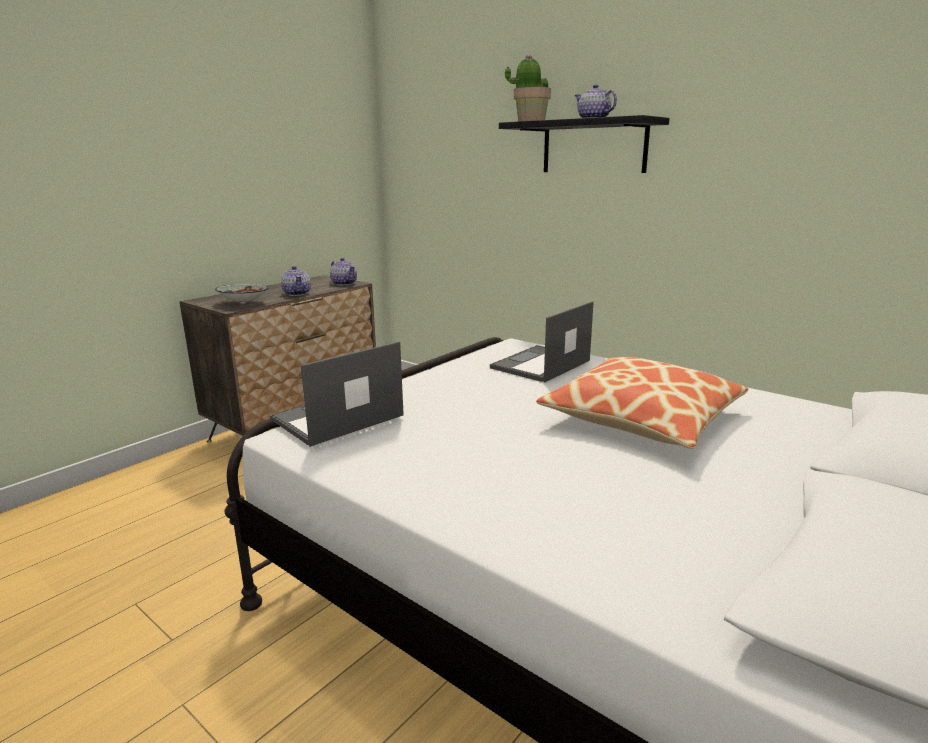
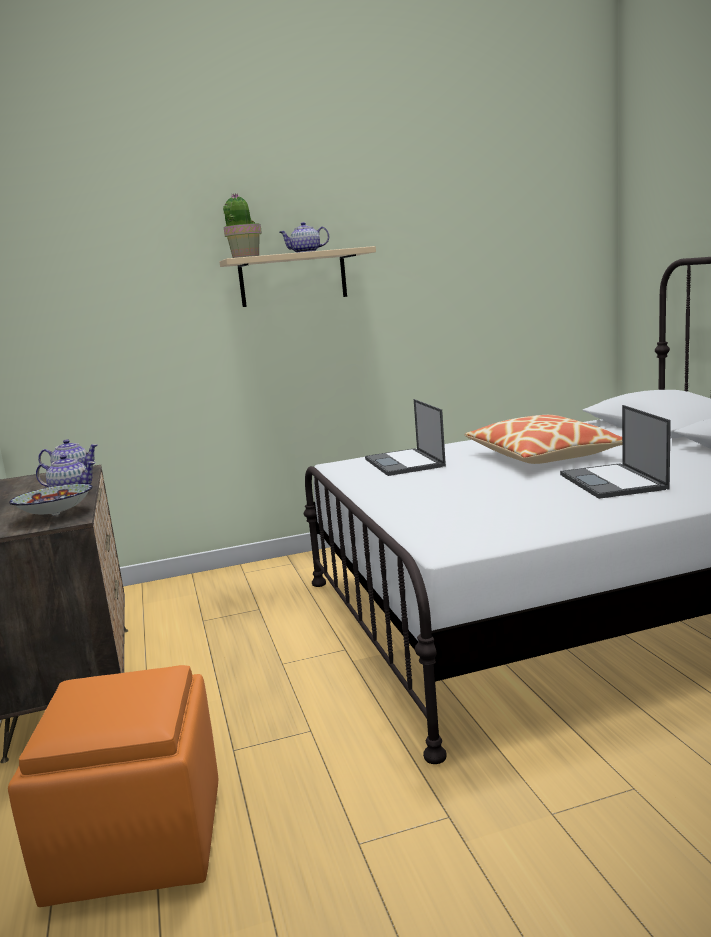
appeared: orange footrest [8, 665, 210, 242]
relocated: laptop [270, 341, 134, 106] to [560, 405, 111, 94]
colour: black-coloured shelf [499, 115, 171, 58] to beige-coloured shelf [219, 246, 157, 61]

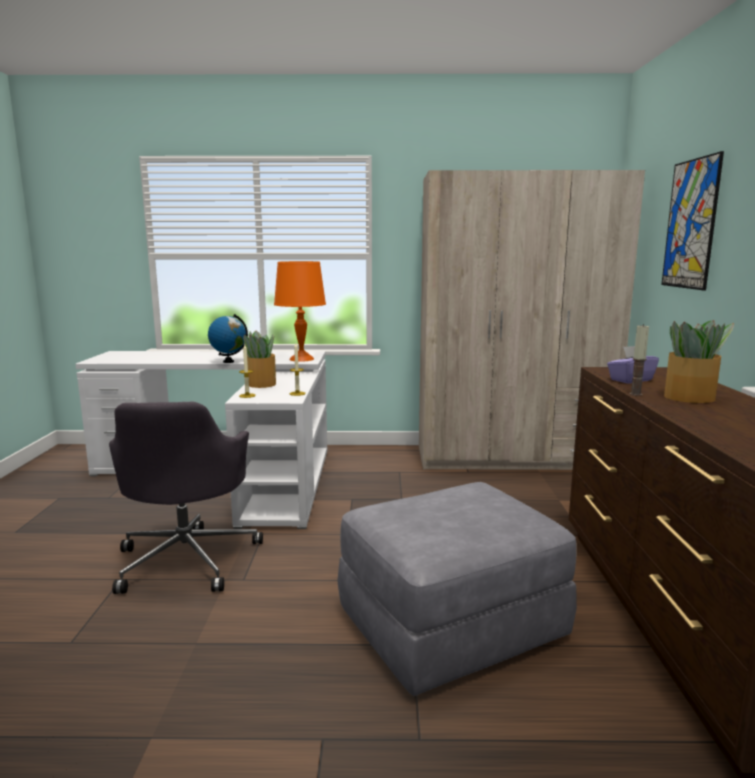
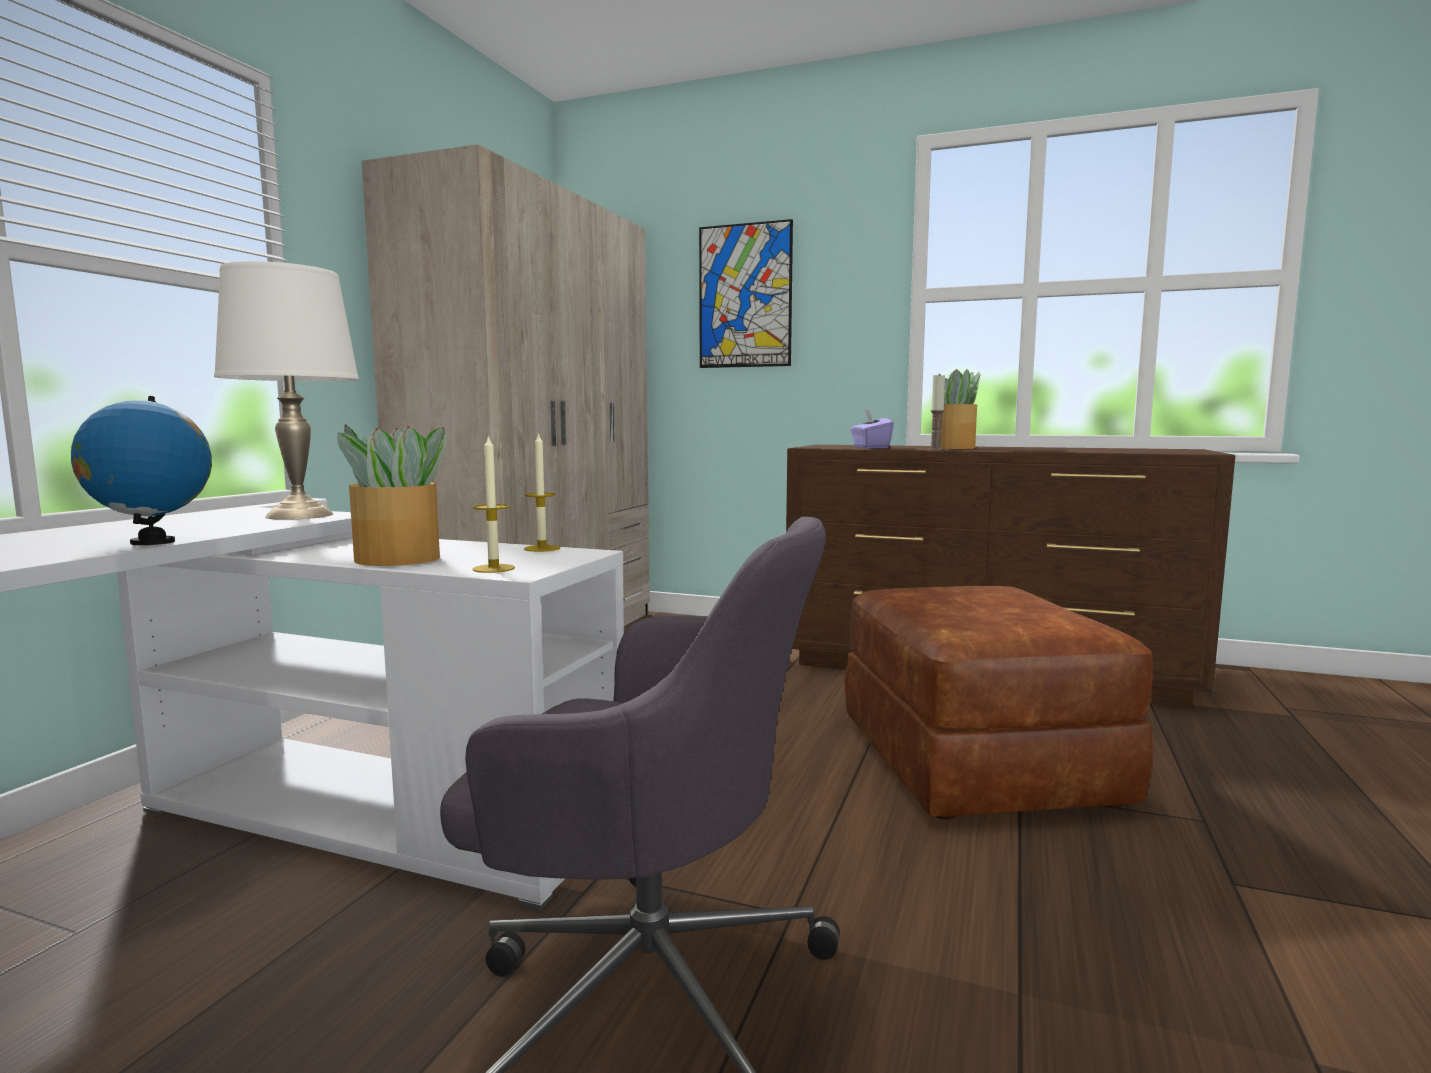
colour: orange tabletop lamp [274, 261, 52, 101] to whitish tabletop lamp [214, 261, 145, 259]; grey footrest [337, 482, 240, 214] to brown footrest [845, 586, 308, 234]

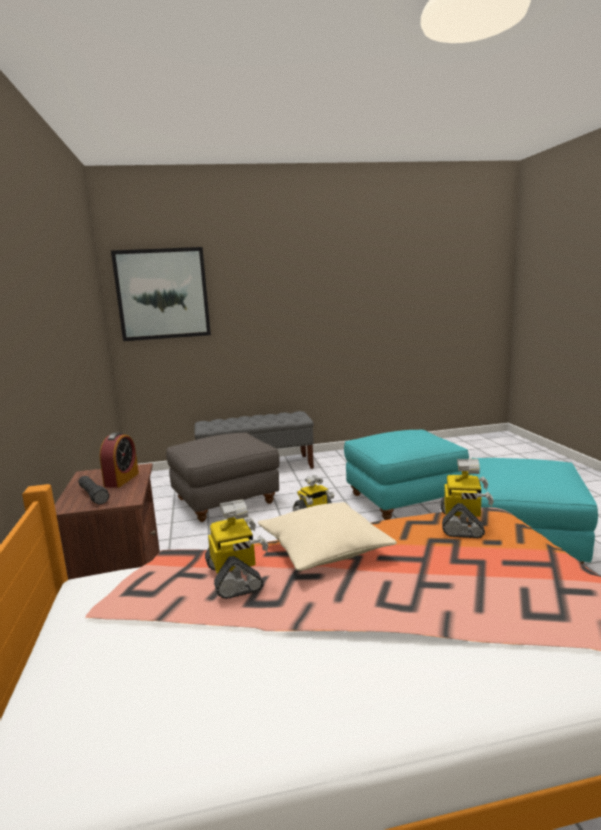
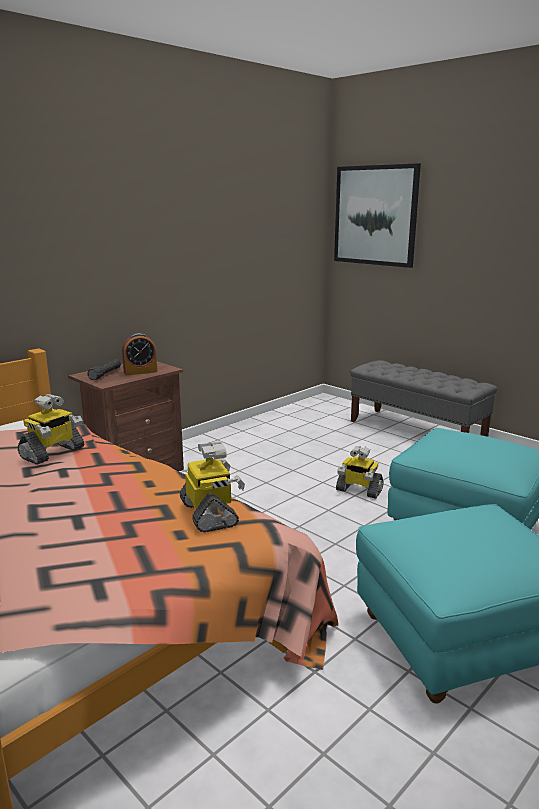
missing: grey footrest [166, 432, 113, 90]; beige-coloured pillow [258, 502, 139, 69]
spun: model robot [441, 459, 53, 79] = [180, 441, 65, 91] 90 degrees counterclockwise

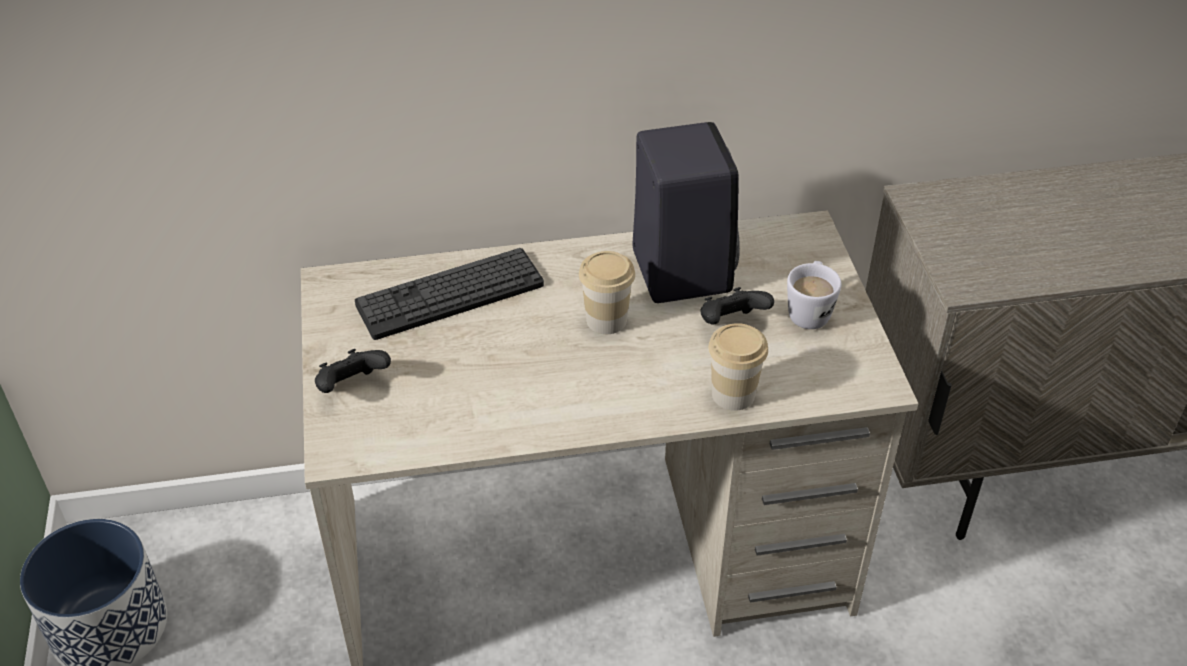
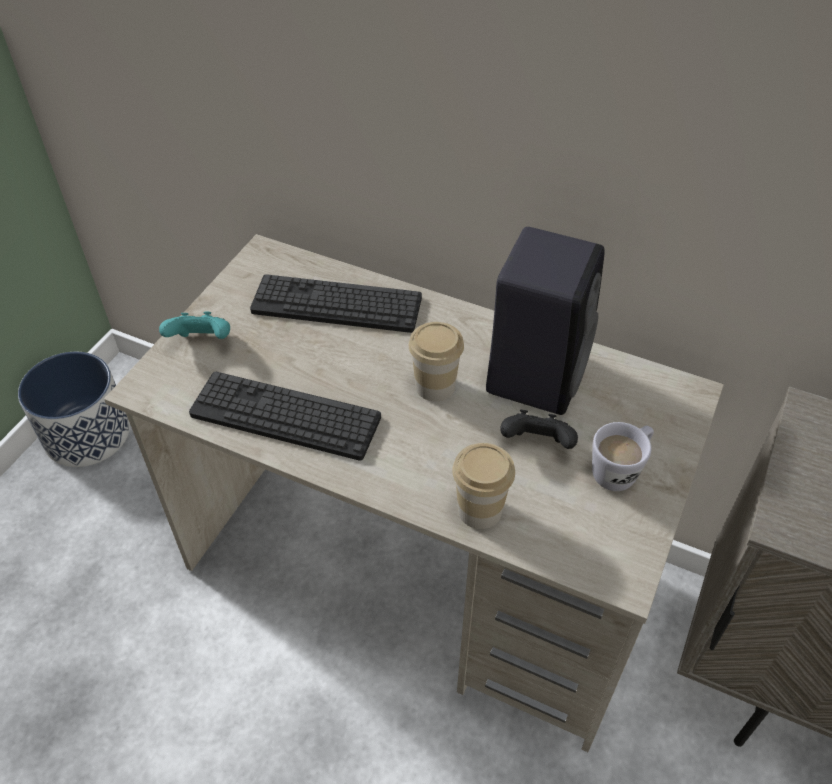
appeared: PC keyboard [189, 372, 192, 89]
colour: black-coloured joypad [315, 349, 76, 44] to turquoise-coloured joypad [159, 311, 71, 28]

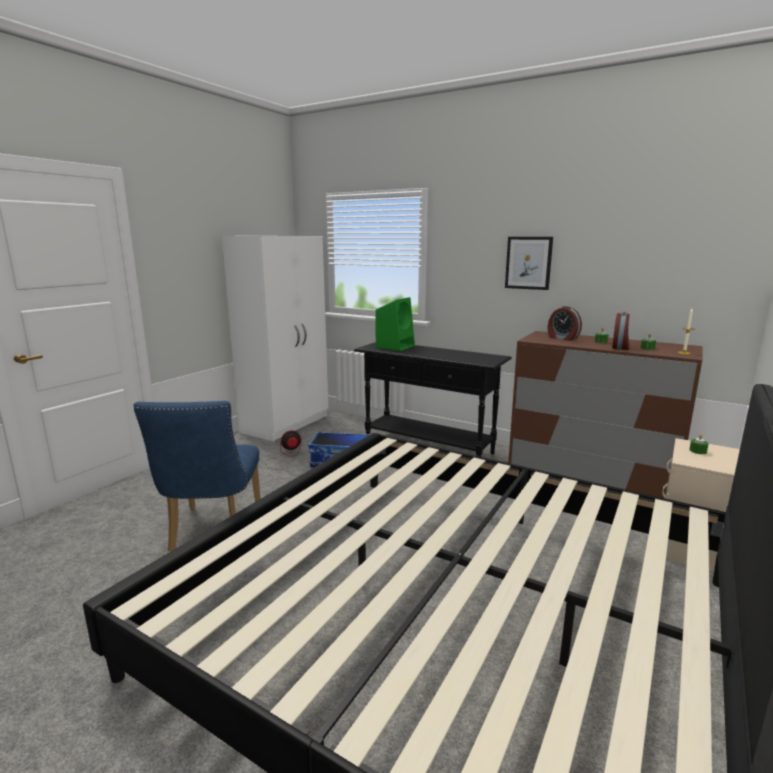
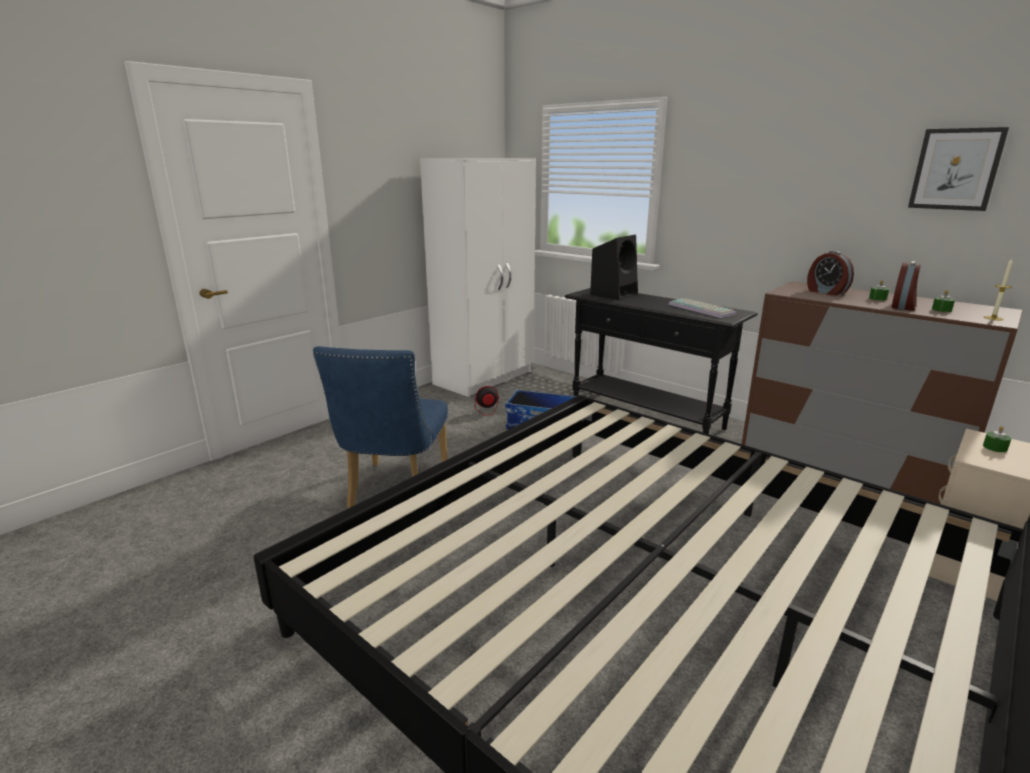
appeared: PC keyboard [668, 298, 69, 20]
relocated: wall picture [505, 237, 48, 53] to [908, 127, 101, 84]
colour: greenish loudspeaker [375, 297, 40, 54] to black-coloured loudspeaker [590, 235, 48, 65]

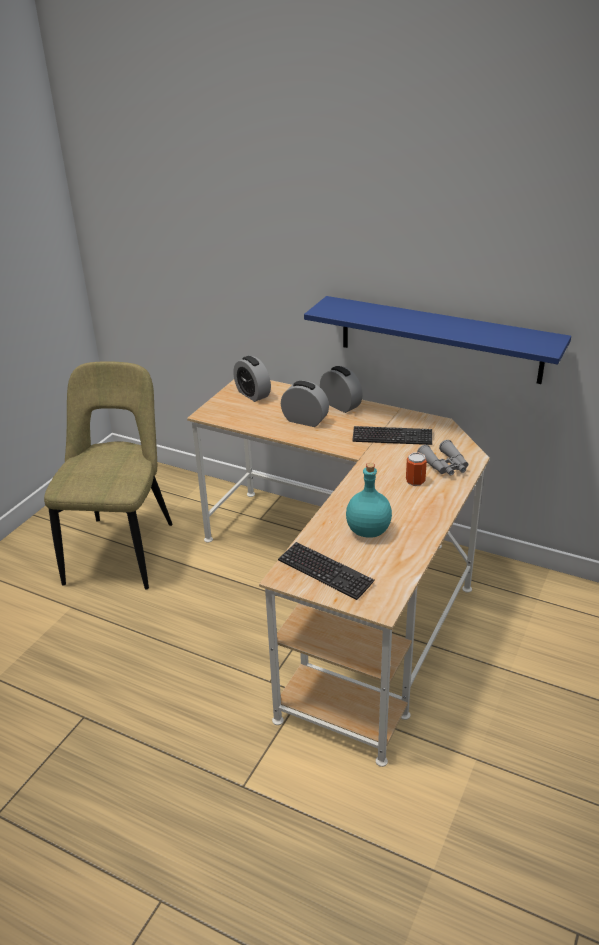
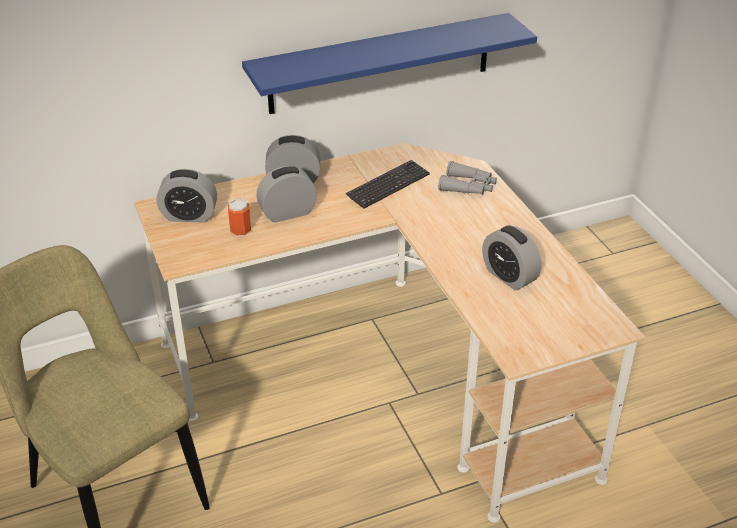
missing: PC keyboard [278, 542, 97, 58]
relocated: metal can [406, 452, 21, 34] to [228, 199, 23, 37]
exchanged: turquoise-coloured drink bottle [346, 463, 46, 75] to bedside clock [482, 225, 59, 65]

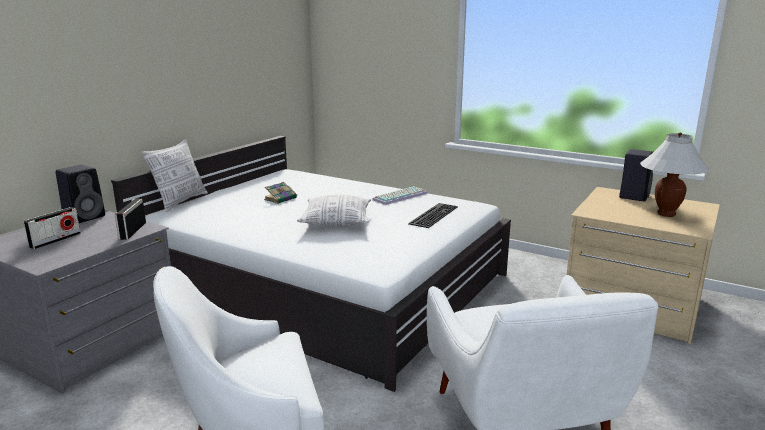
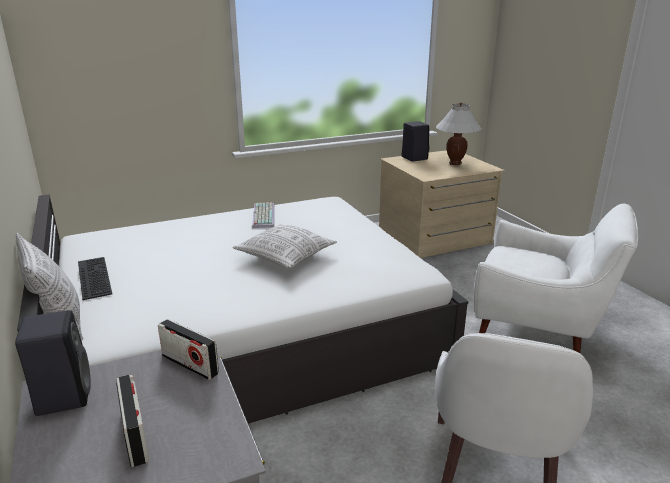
missing: book [264, 182, 33, 22]
relocated: PC keyboard [408, 203, 50, 25] to [78, 257, 34, 43]

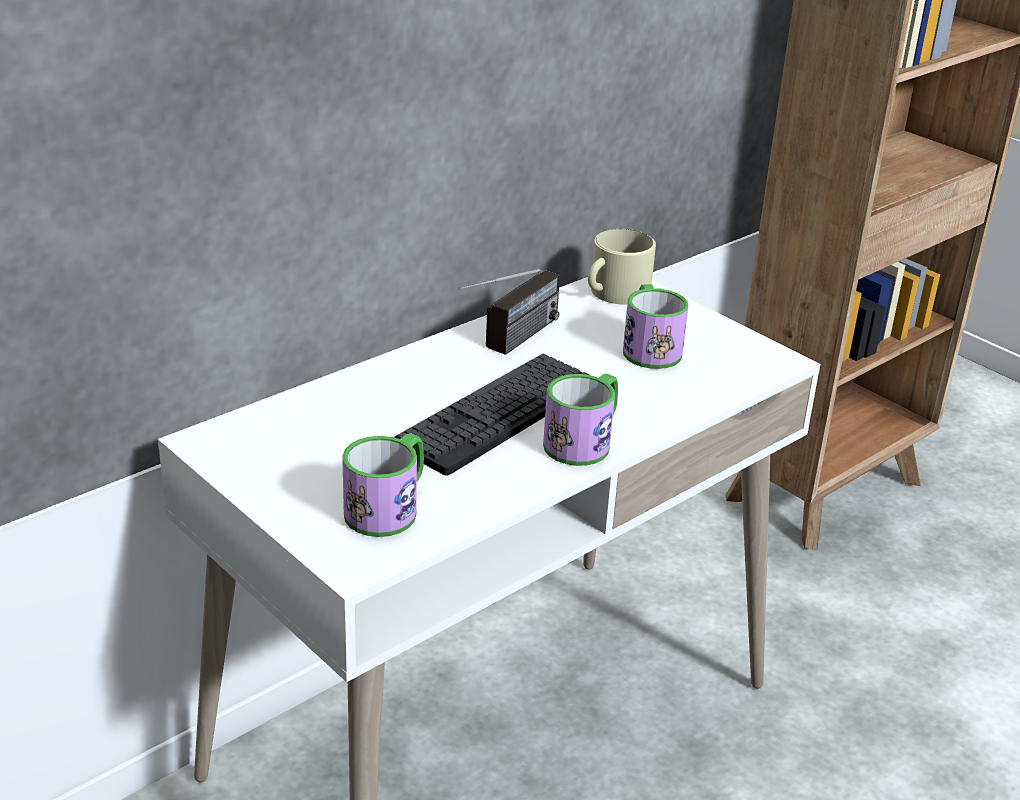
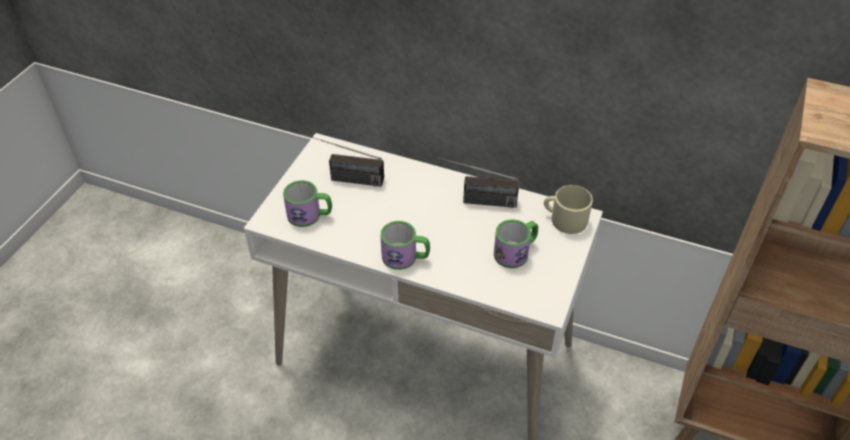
missing: PC keyboard [394, 354, 196, 122]
appeared: radio [302, 134, 82, 53]

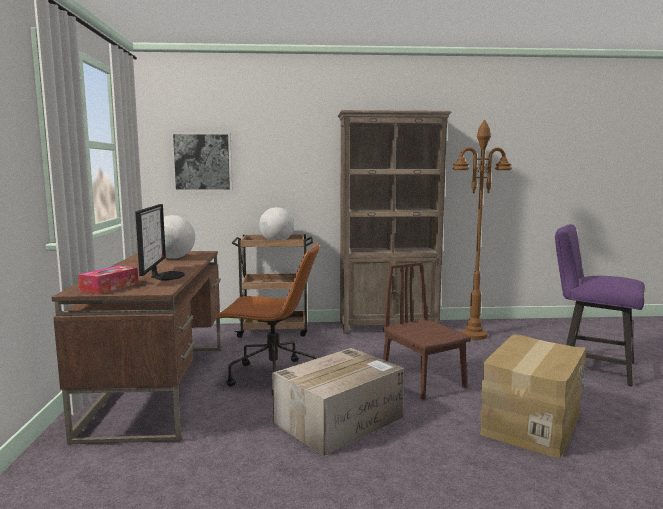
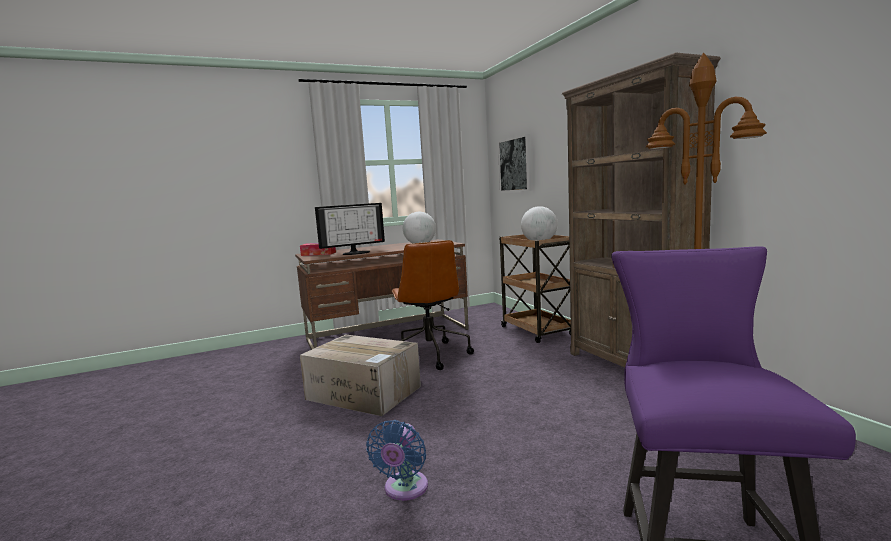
missing: brown upright chair [383, 262, 88, 138]
exchanged: packing box [480, 335, 106, 123] to bluish electric fan [366, 420, 62, 81]

